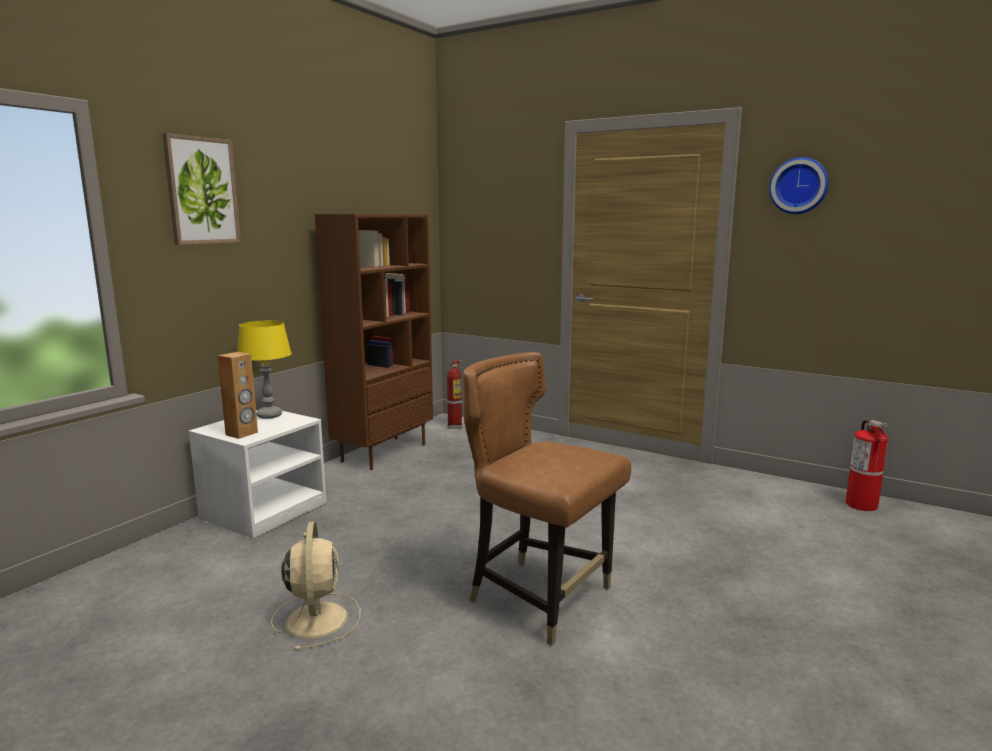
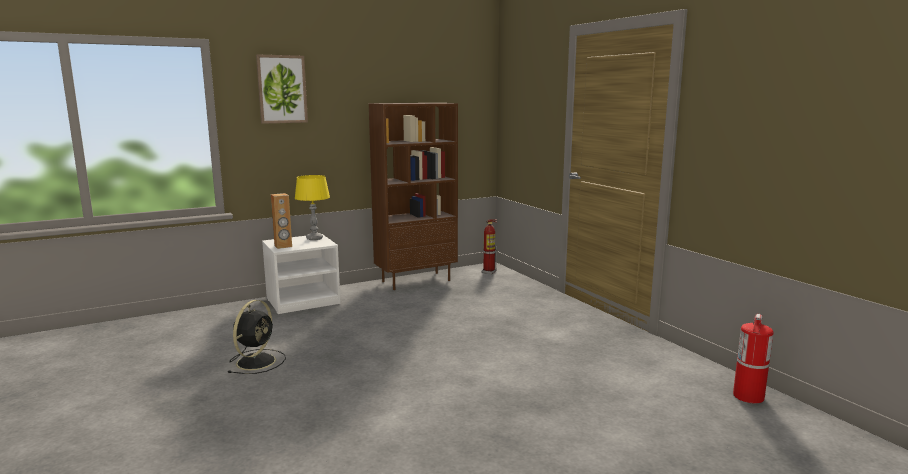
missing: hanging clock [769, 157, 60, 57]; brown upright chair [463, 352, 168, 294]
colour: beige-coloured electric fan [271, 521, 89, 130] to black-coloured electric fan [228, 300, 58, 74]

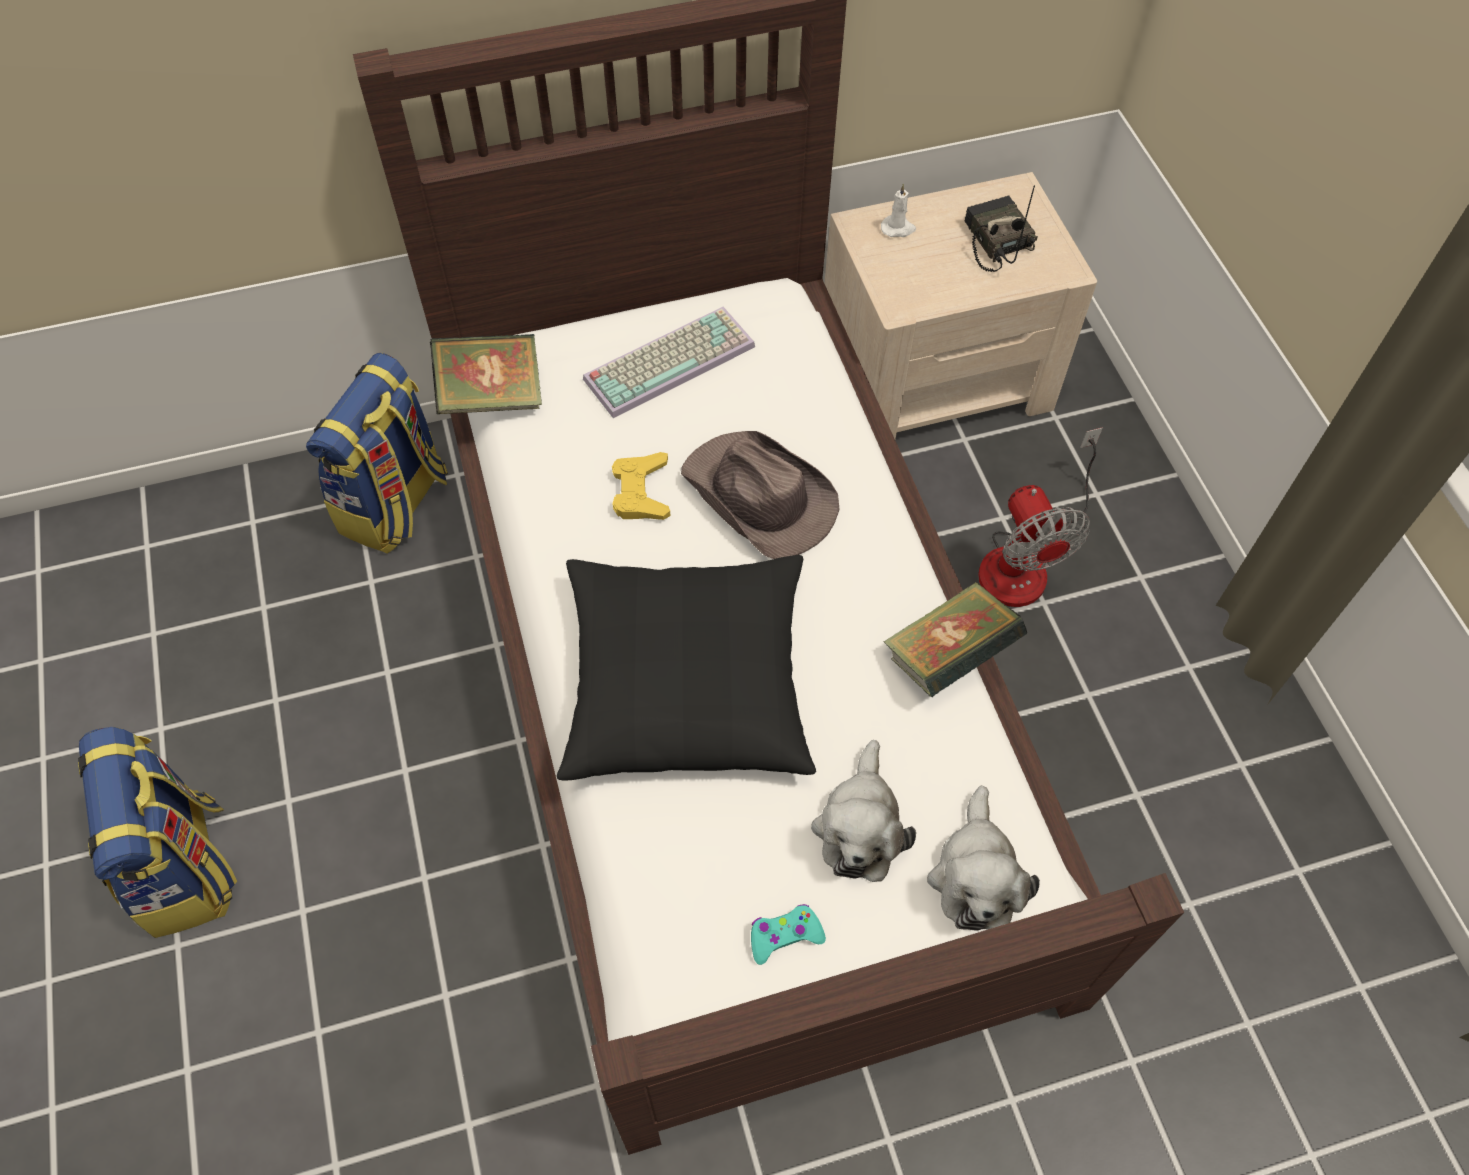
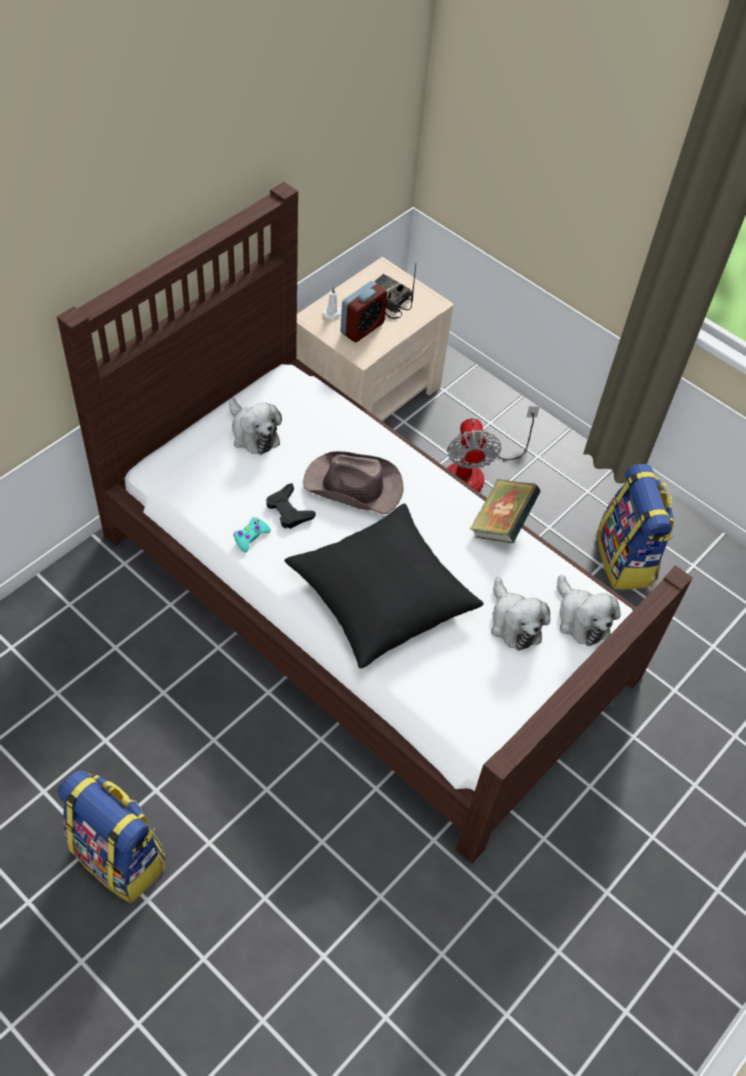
missing: book [430, 334, 112, 80]
appeared: bedside clock [340, 281, 47, 61]
relocated: backpack [306, 353, 142, 201] to [597, 464, 77, 125]; turquoise-coloured joypad [751, 904, 75, 61] to [234, 517, 37, 36]
exchanged: PC keyboard [583, 307, 172, 111] to plush toy [229, 398, 53, 57]
colour: yellow joypad [612, 452, 59, 68] to black-coloured joypad [266, 483, 50, 46]
spun: electric fan [978, 427, 125, 180] = [447, 406, 93, 86] 45 degrees clockwise

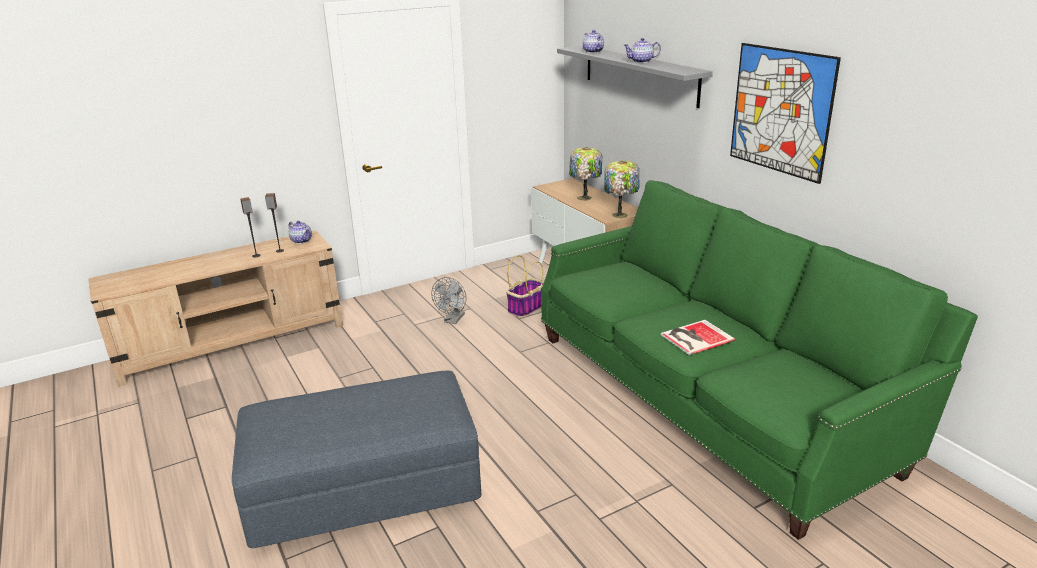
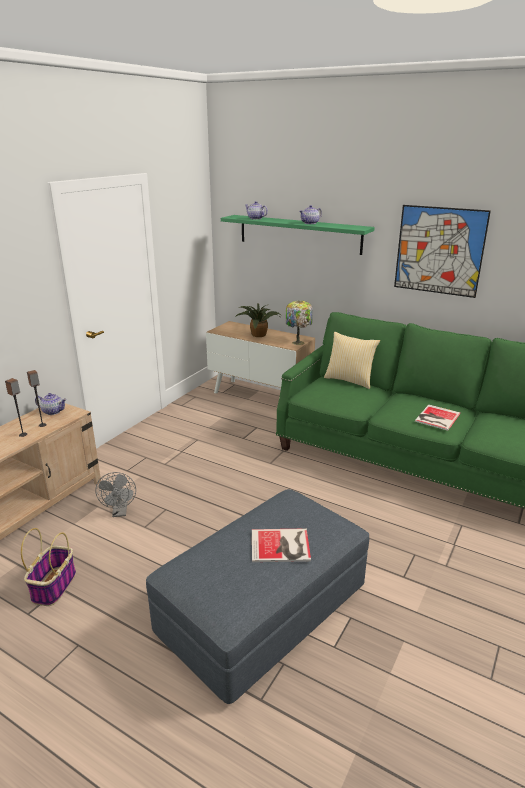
appeared: pillow [324, 332, 56, 57]; book [252, 528, 59, 34]
relocated: household basket [506, 255, 38, 63] to [21, 528, 55, 78]; grey electric fan [431, 277, 35, 47] to [95, 472, 41, 45]
exchanged: tabletop lamp [569, 147, 33, 54] to houseplant [235, 303, 46, 34]
colour: grey shelf [557, 46, 156, 62] to greenish shelf [221, 215, 154, 40]

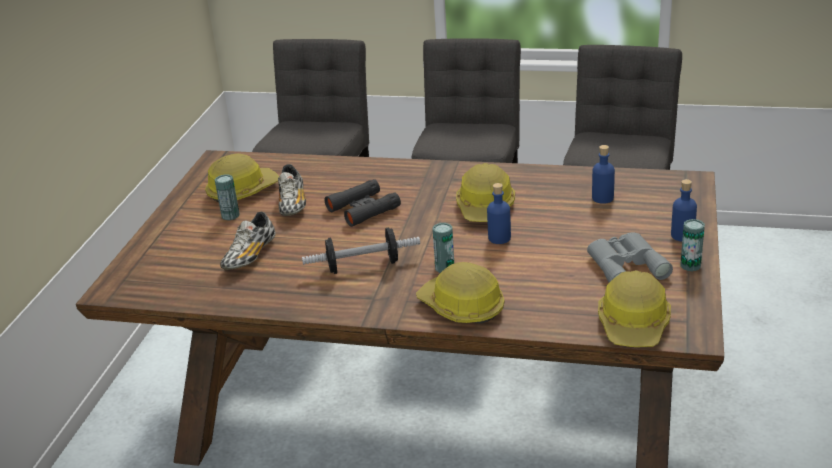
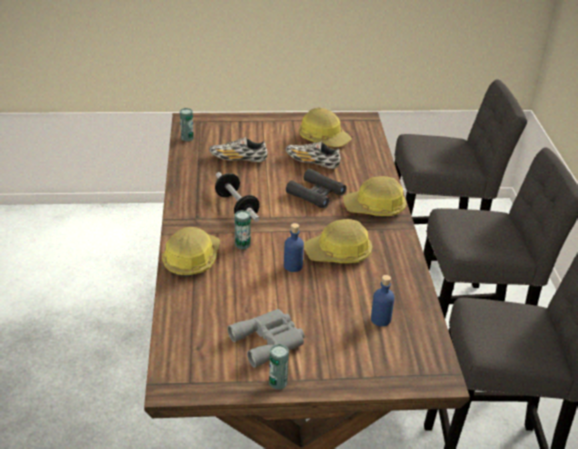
missing: bluish drink bottle [671, 179, 26, 63]
relocated: metal can [215, 174, 25, 46] to [180, 108, 14, 33]; hard hat [598, 270, 73, 77] to [344, 176, 62, 40]
spun: item of footwear [278, 164, 28, 52] = [285, 141, 56, 28] 45 degrees clockwise

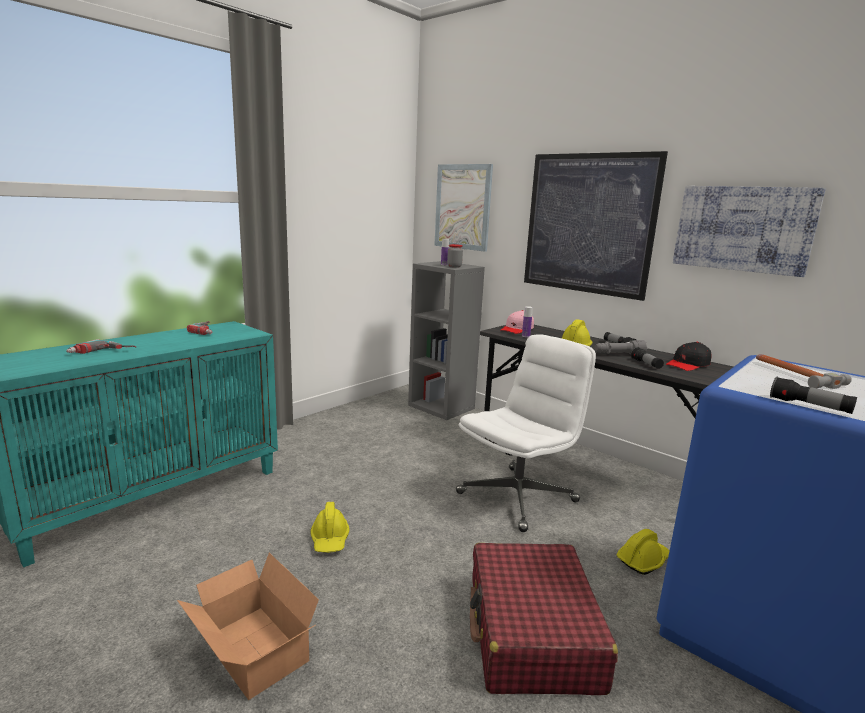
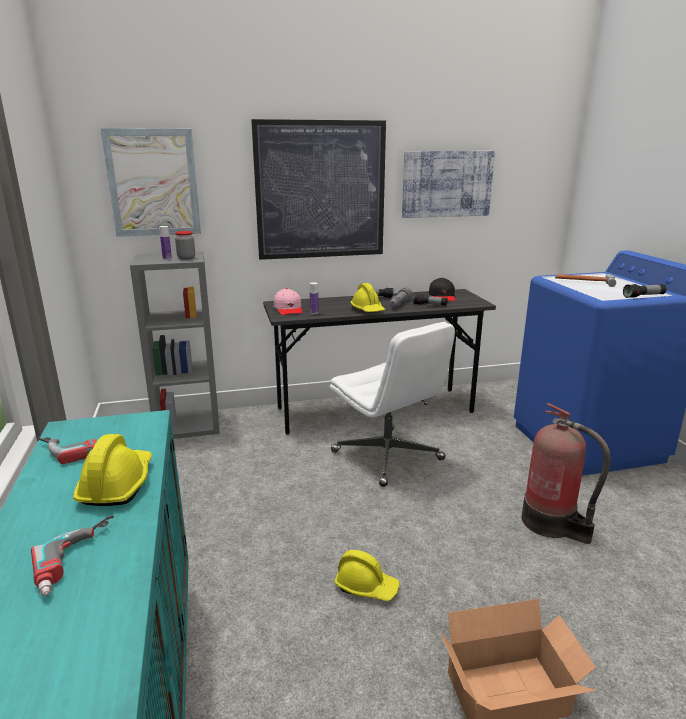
relocated: yellow hard hat [616, 529, 54, 46] to [73, 434, 79, 72]
exchanged: red-coloured travel case [470, 543, 148, 152] to fire-fighting cylinder [522, 403, 89, 141]
spun: whitish computer chair [456, 334, 140, 198] = [330, 322, 125, 165] 150 degrees clockwise

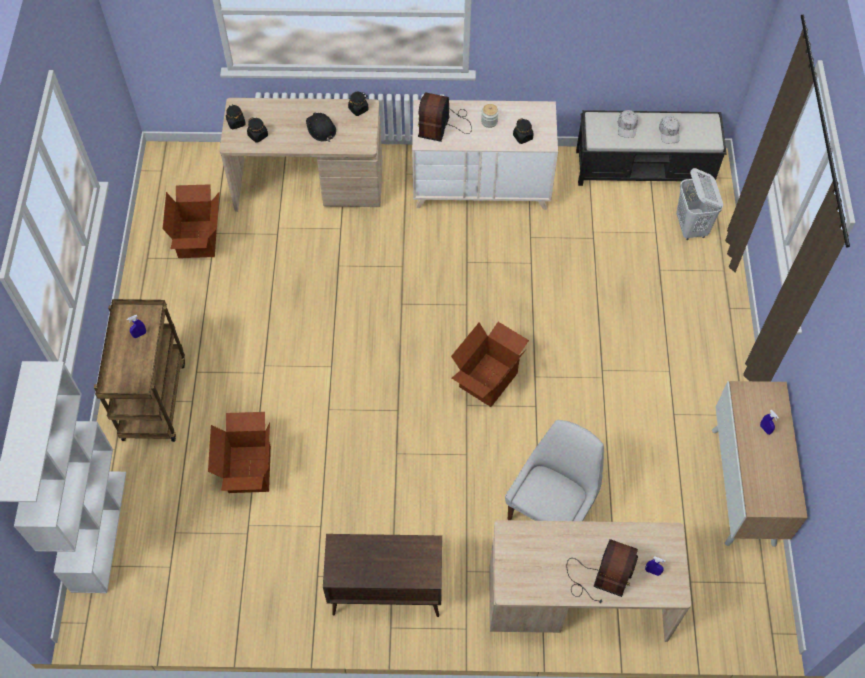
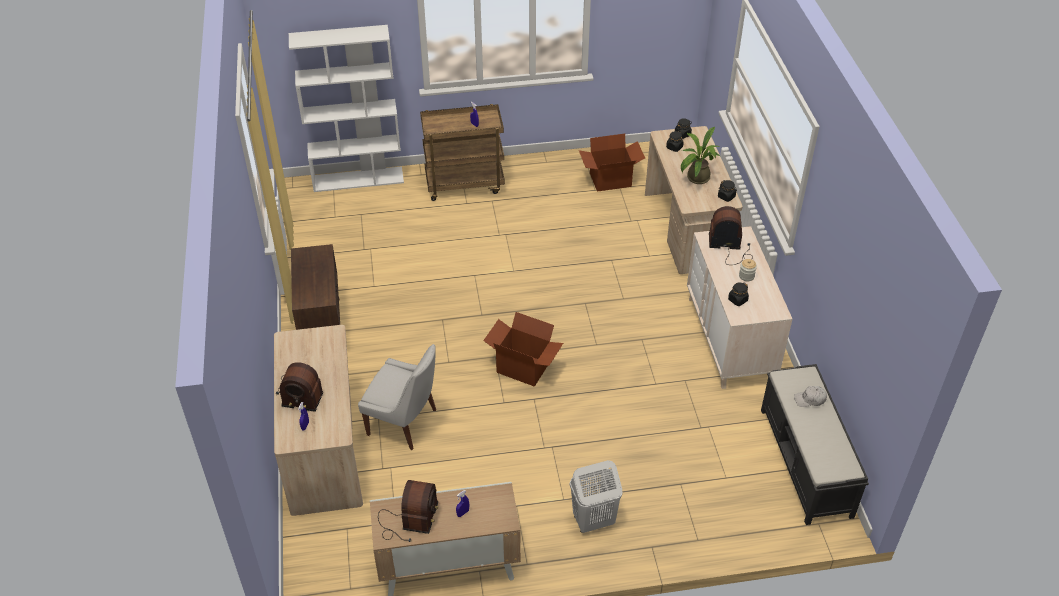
missing: whitish peaked cap [659, 116, 21, 27]; packing box [208, 412, 63, 81]
appeared: radio [378, 480, 60, 62]
relocated: whitish hamper [676, 168, 47, 72] to [570, 460, 53, 73]
exchanged: black-coloured hard hat [306, 113, 30, 29] to houseplant [681, 127, 40, 57]

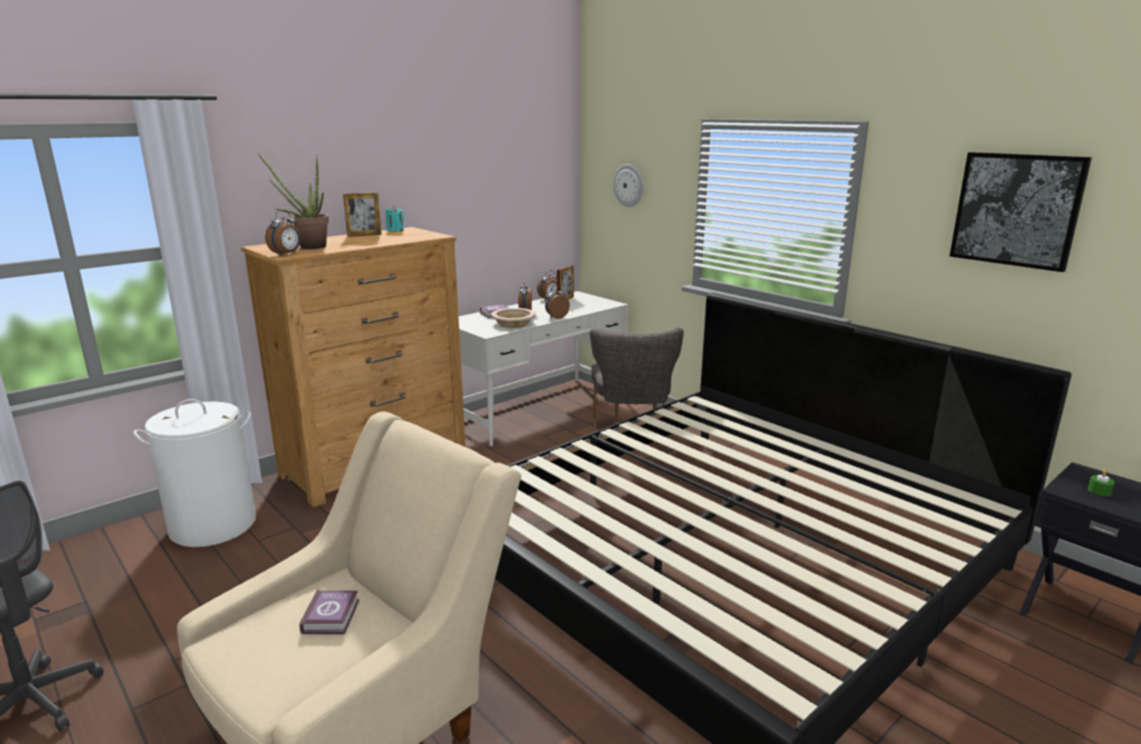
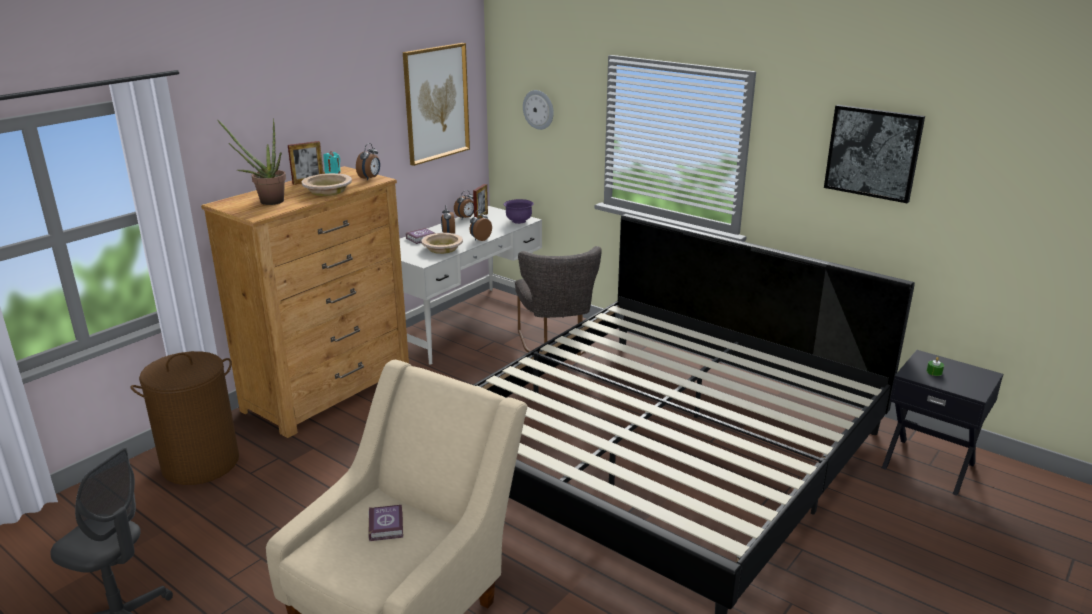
appeared: wall picture [403, 43, 67, 123]; beige-coloured deep dish [302, 173, 50, 23]; purplish deep dish [504, 199, 30, 25]
relocated: bedside clock [265, 210, 36, 46] to [356, 143, 24, 38]
colour: whitish hamper [134, 399, 122, 148] to brown hamper [131, 351, 108, 134]

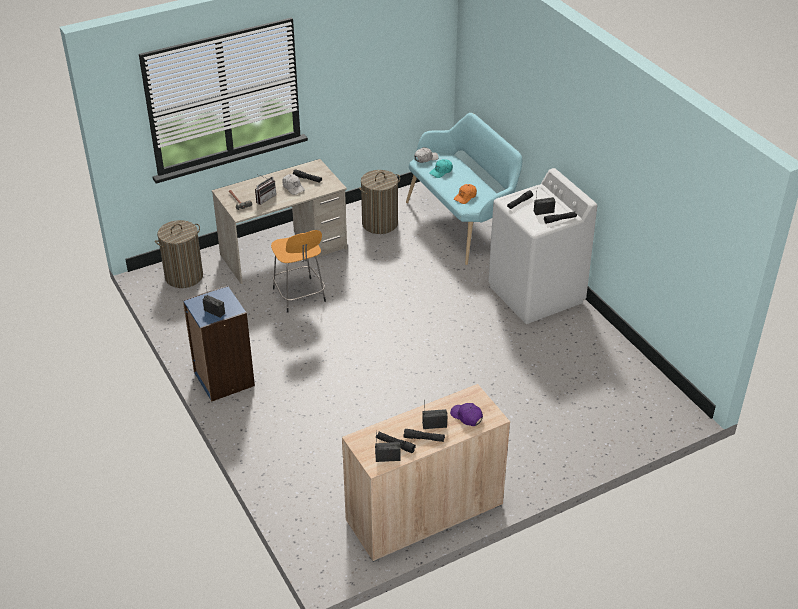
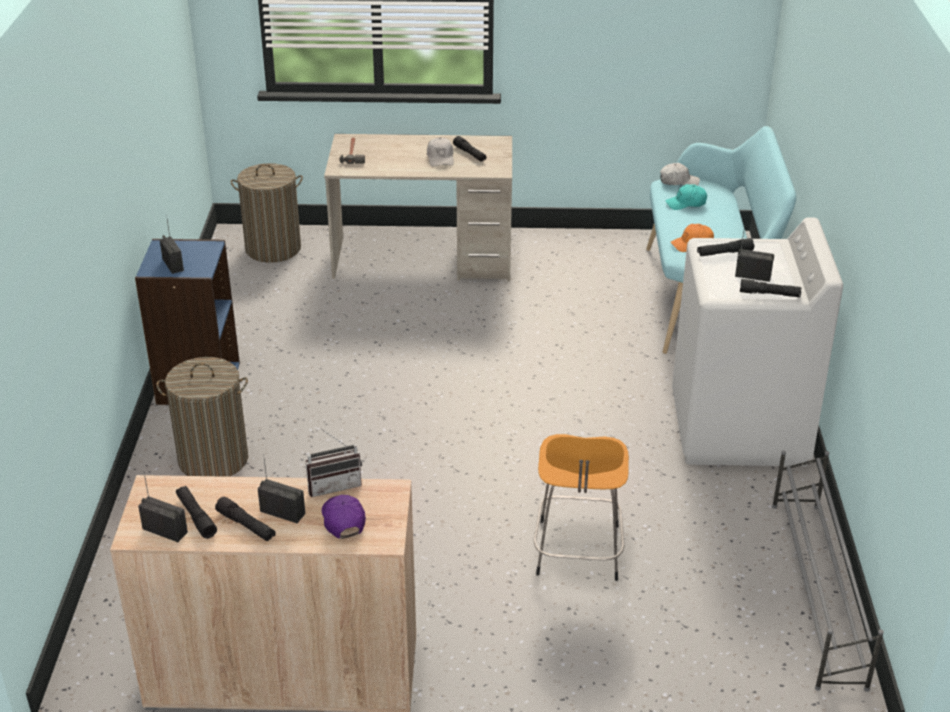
appeared: grey shoe shelf [772, 450, 112, 242]
relocated: hamper [359, 170, 41, 64] to [156, 357, 92, 120]; radio [255, 174, 21, 31] to [306, 428, 56, 69]; orange stool [271, 230, 55, 83] to [534, 434, 95, 147]

